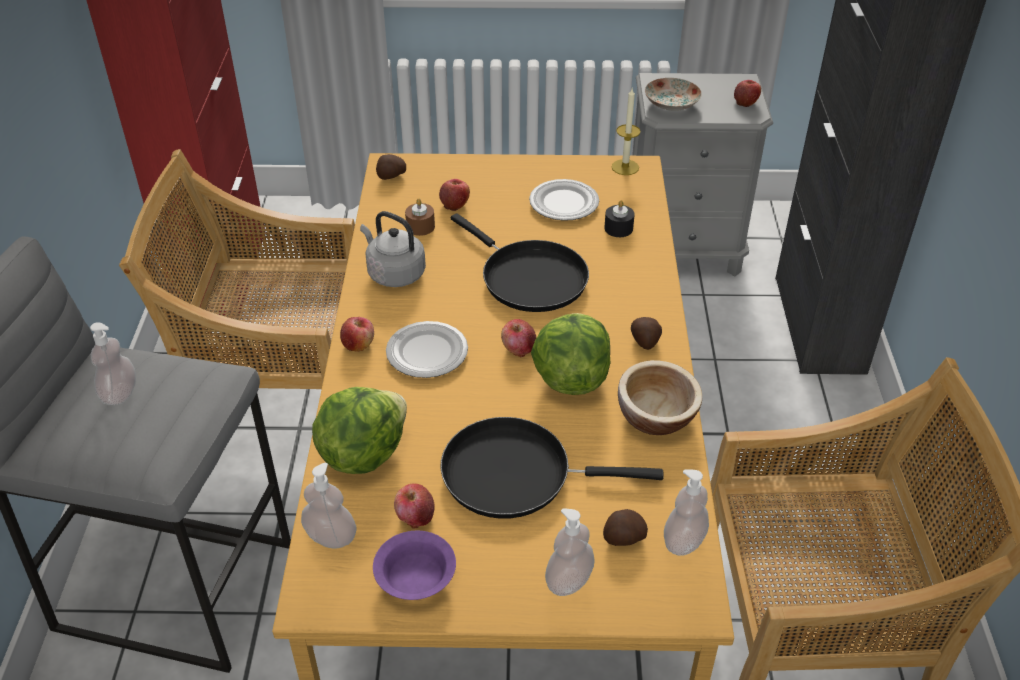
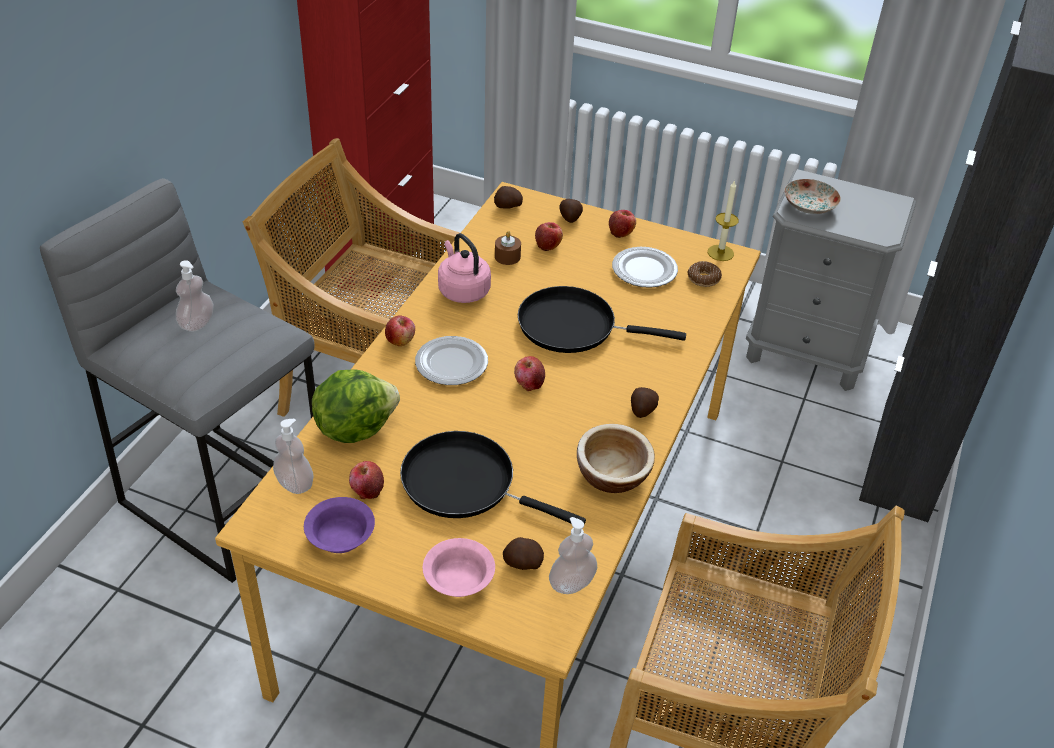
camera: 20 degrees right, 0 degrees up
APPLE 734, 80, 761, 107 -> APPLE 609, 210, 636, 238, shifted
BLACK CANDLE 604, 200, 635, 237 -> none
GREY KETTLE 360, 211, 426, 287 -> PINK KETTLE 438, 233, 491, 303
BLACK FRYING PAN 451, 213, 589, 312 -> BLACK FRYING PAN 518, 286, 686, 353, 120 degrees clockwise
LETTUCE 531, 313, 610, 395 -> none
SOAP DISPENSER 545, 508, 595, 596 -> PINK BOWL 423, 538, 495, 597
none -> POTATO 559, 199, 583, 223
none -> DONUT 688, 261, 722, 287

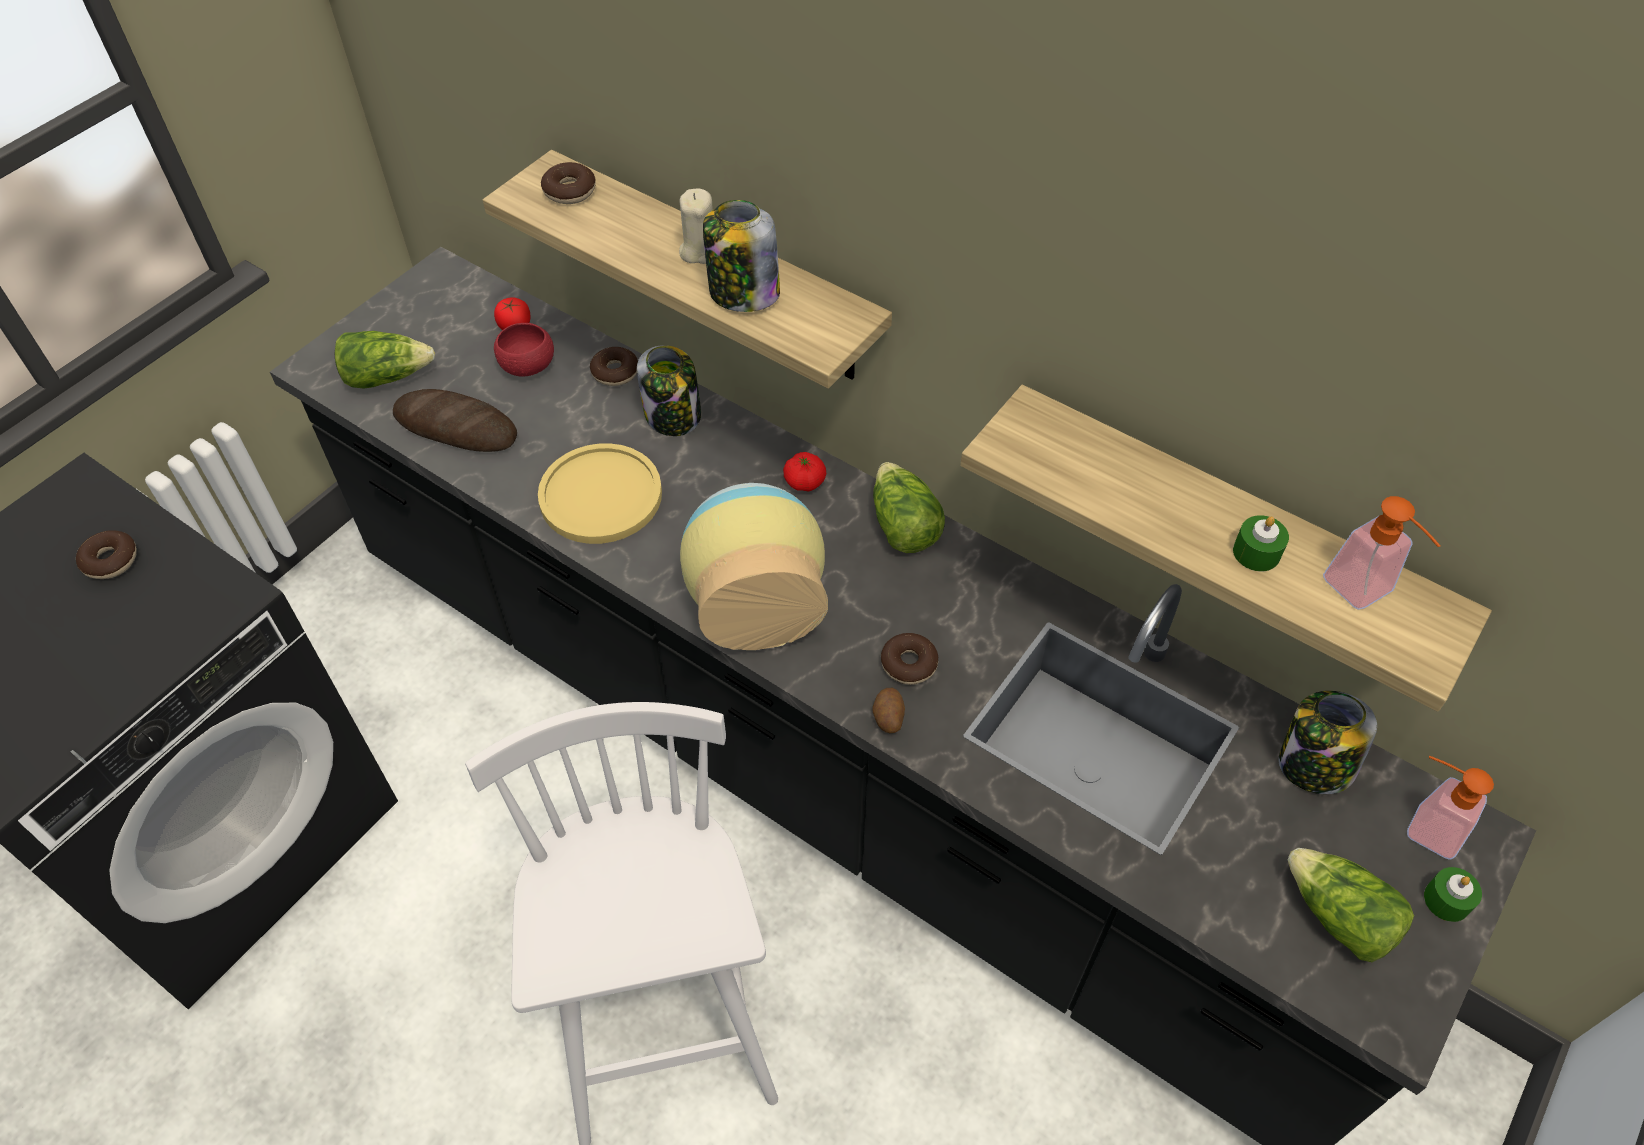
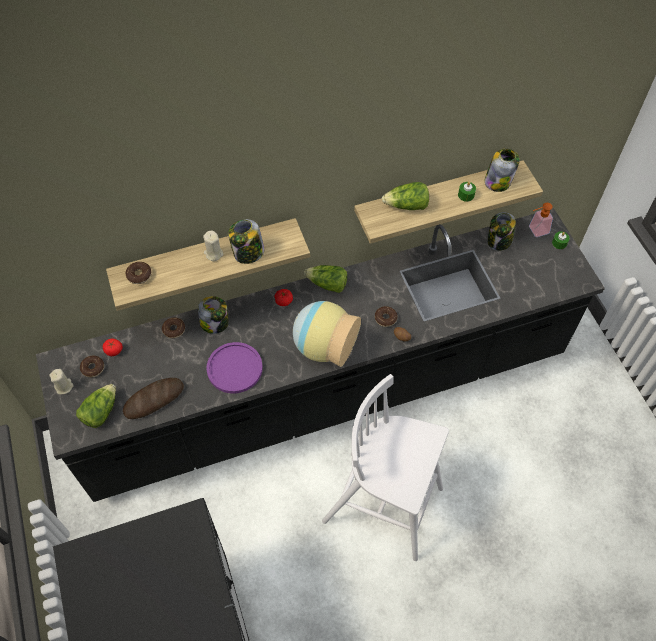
camera: 55 degrees left, 5 degrees up
RED BOWL 494, 323, 554, 377 -> none
YELLOW PLATE 538, 443, 662, 544 -> PURPLE PLATE 206, 342, 263, 393
SOAP DISPENSER 1323, 496, 1441, 610 -> JAR 484, 149, 520, 192
DONUT 76, 530, 137, 579 -> DONUT 80, 356, 104, 378, shifted
LETTUCE 1287, 848, 1414, 962 -> LETTUCE 382, 182, 429, 210, shifted
none -> BEIGE CANDLE 50, 369, 74, 394

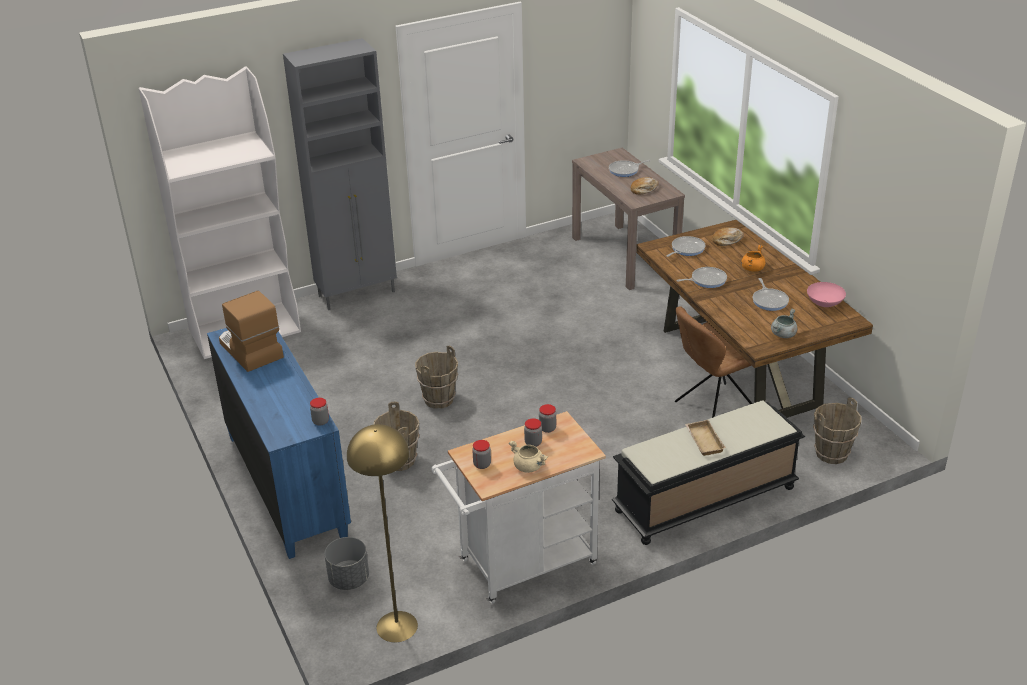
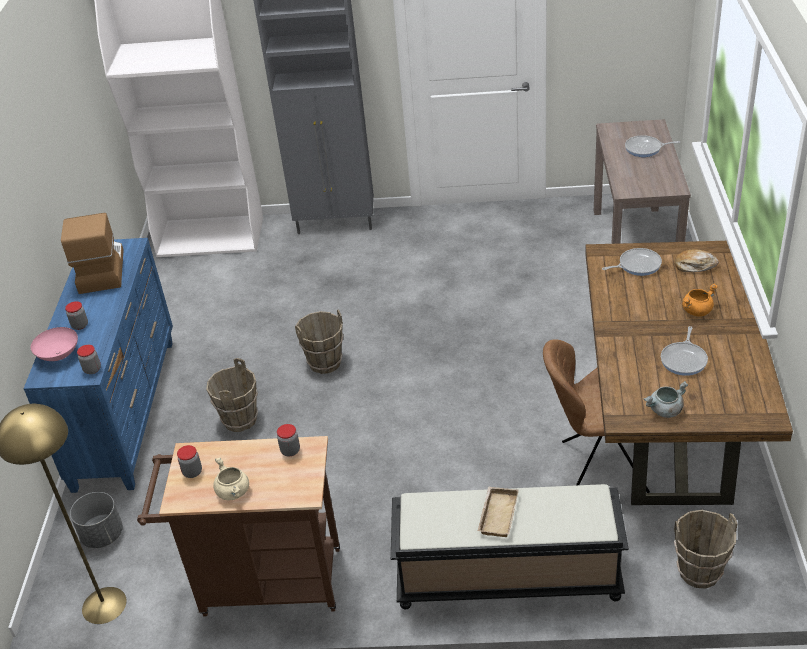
camera: 30 degrees right, 5 degrees up
BREAD 631, 177, 659, 195 -> none
FRYING PAN 676, 267, 727, 288 -> none
PINK BOWL 807, 282, 846, 307 -> PINK BOWL 31, 327, 78, 361, shifted
WHITE CART 431, 411, 606, 604 -> BROWN CART 137, 436, 340, 616
JAR 524, 418, 542, 447 -> JAR 65, 301, 88, 330, shifted

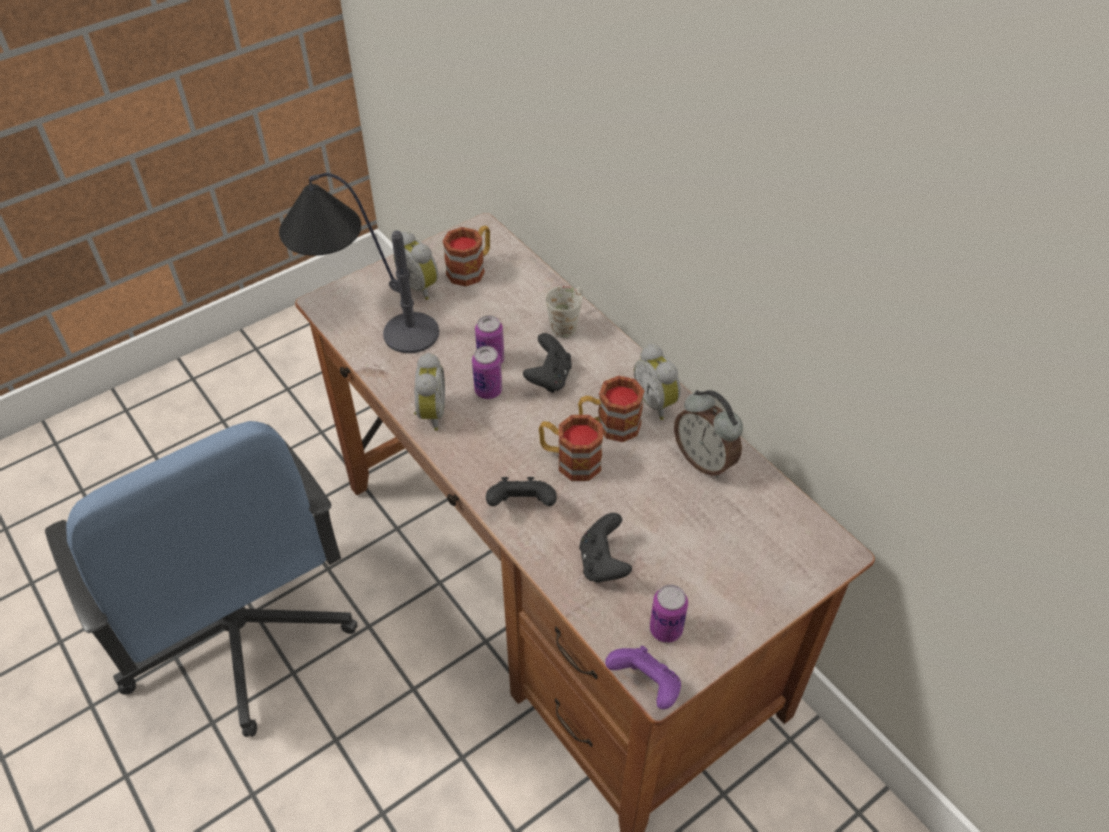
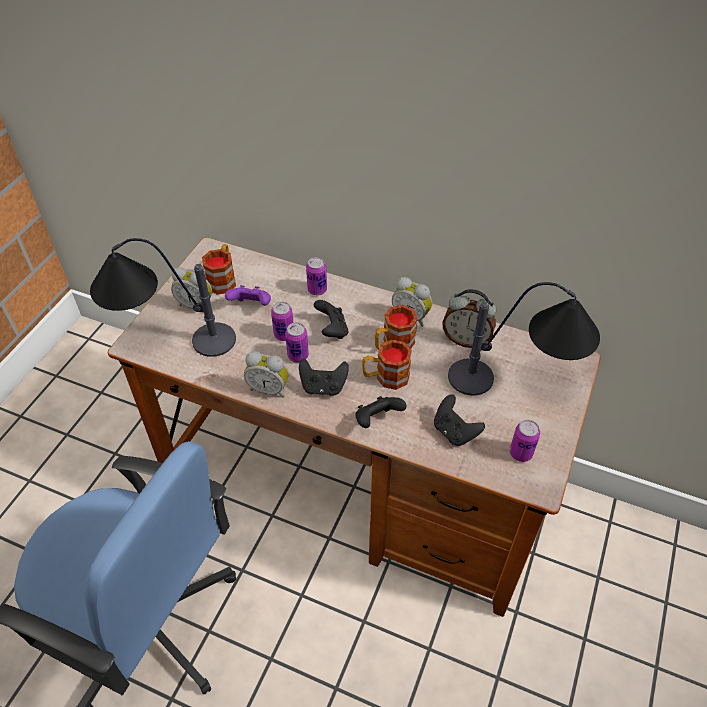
camera: 30 degrees left, 0 degrees up
WHITE MUG 546, 286, 583, 338 -> CAN 306, 257, 327, 295
ALARM CLOCK 414, 353, 445, 431 -> ALARM CLOCK 244, 351, 289, 398, 135 degrees clockwise
PURPLE GAME CONTROLLER 605, 646, 681, 710 -> PURPLE GAME CONTROLLER 225, 285, 271, 306, shifted
none -> TABLE LAMP 448, 282, 600, 396
none -> BLACK GAME CONTROLLER 299, 359, 349, 396

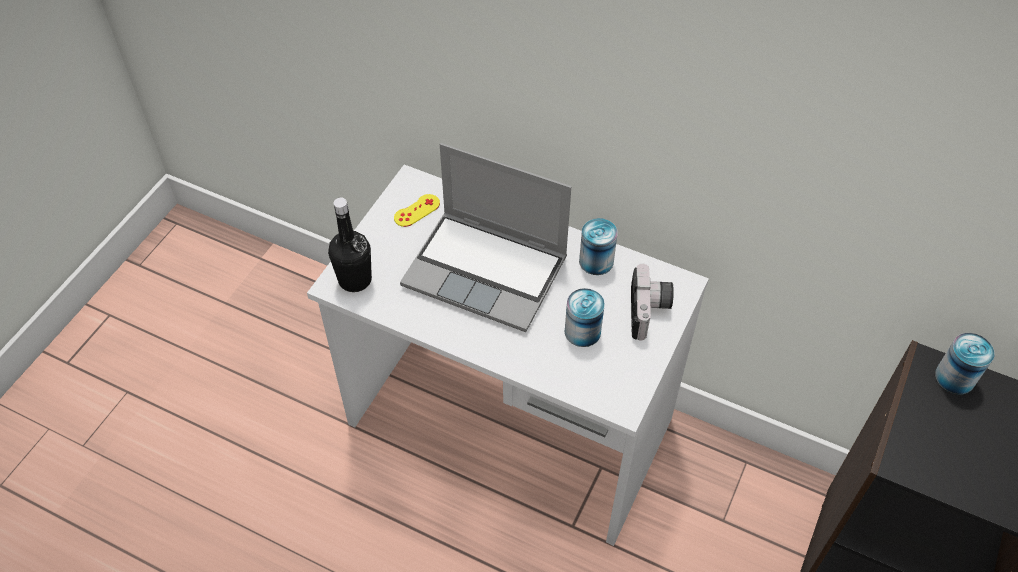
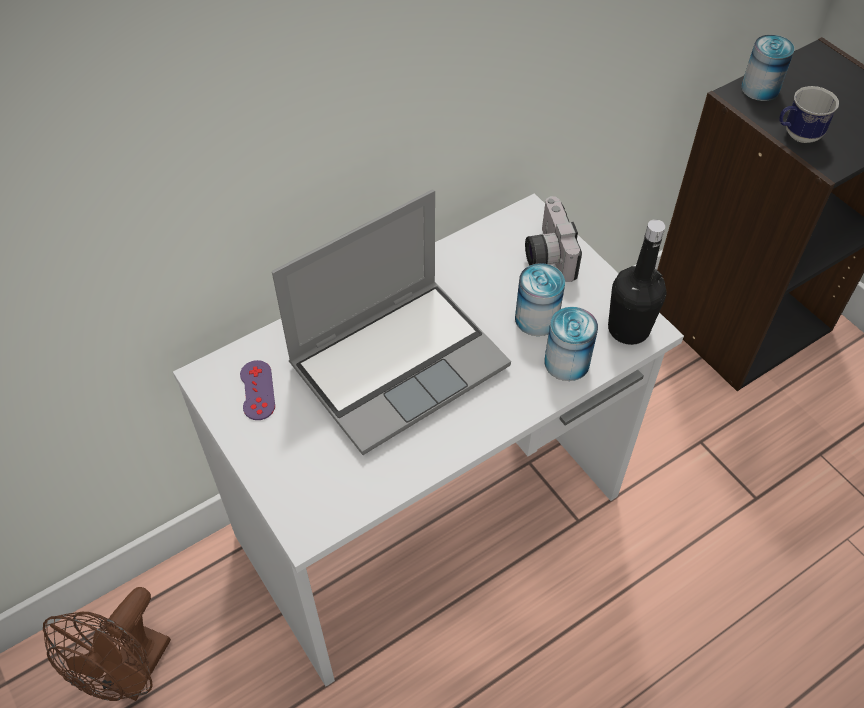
camera: 60 degrees left, 0 degrees up
YELLOW GAME CONTROLLER 394, 194, 440, 227 -> PURPLE GAME CONTROLLER 240, 360, 275, 420
BLACK BOTTLE 328, 198, 372, 292 -> BLACK BOTTLE 608, 219, 667, 345, shifted
CAN 579, 218, 618, 275 -> CAN 544, 307, 598, 381, shifted
PHOTO CAMERA 631, 264, 674, 341 -> PHOTO CAMERA 525, 196, 582, 282, 135 degrees counterclockwise
none -> MUG 779, 86, 839, 143
none -> BROWN FAN 43, 587, 171, 701

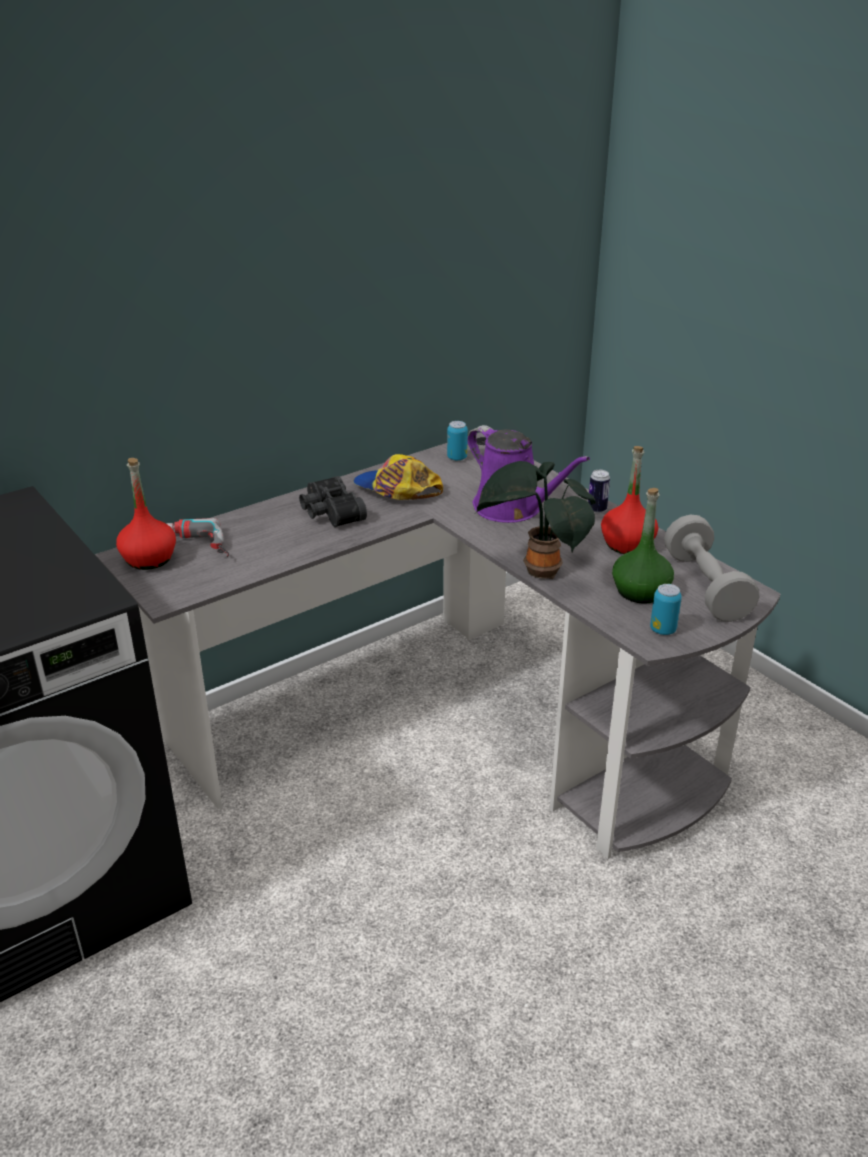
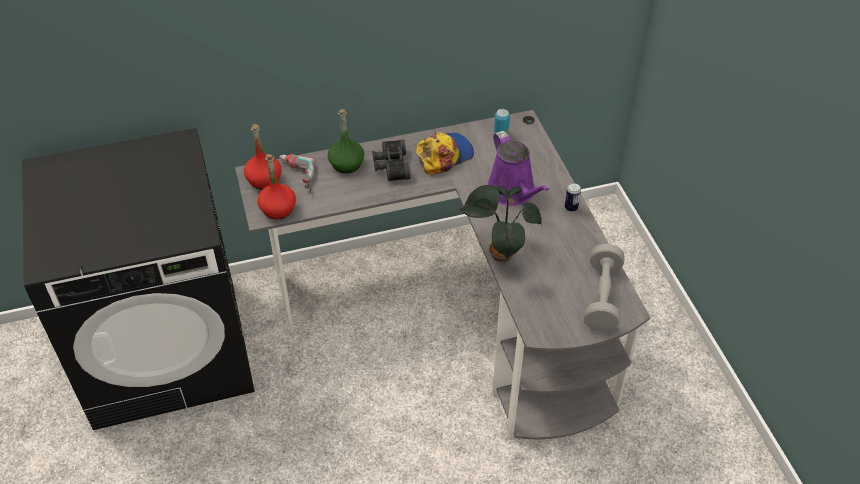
camera: 20 degrees right, 15 degrees up
RED BOTTLE 601, 446, 658, 554 -> RED BOTTLE 257, 154, 296, 220, shifted
CAP 353, 454, 443, 500 -> CAP 416, 132, 474, 175, 90 degrees clockwise
GREEN BOTTLE 612, 488, 674, 603 -> GREEN BOTTLE 328, 109, 364, 173, shifted
CAN 650, 584, 682, 635 -> none

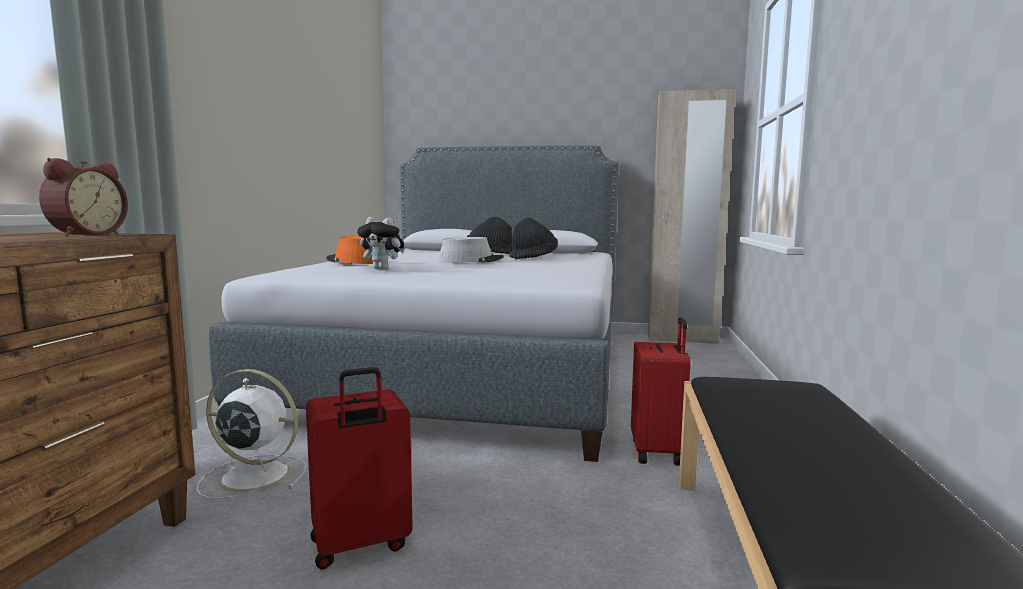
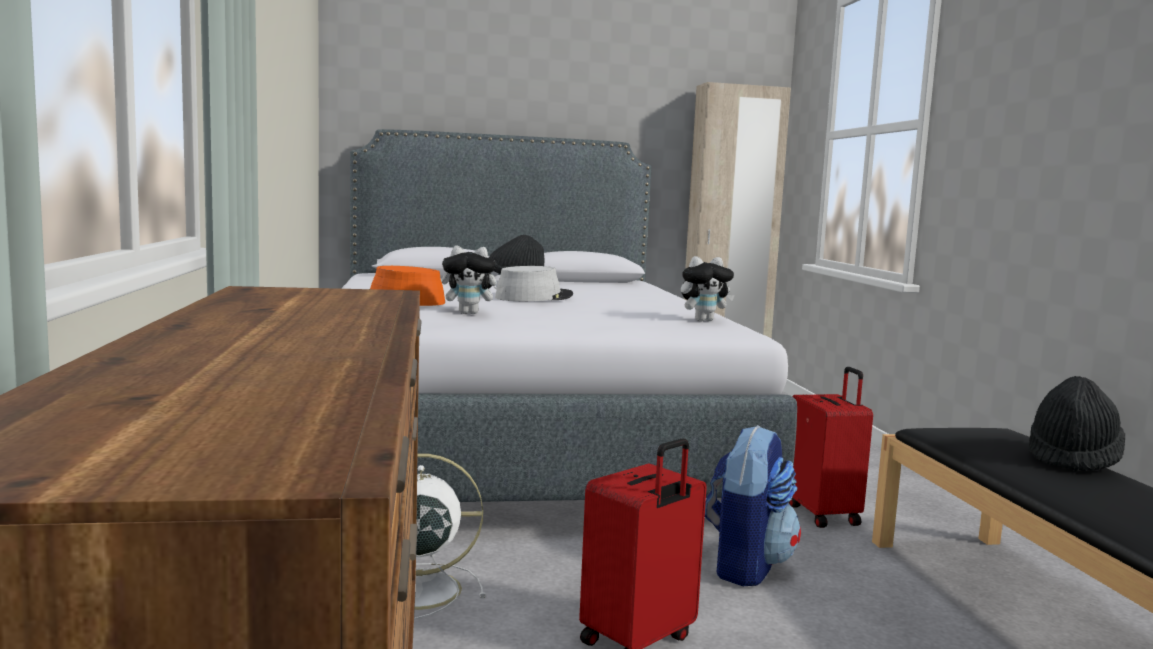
camera: 20 degrees left, 0 degrees up
ALARM CLOCK 39, 158, 128, 236 -> none
BLACK HAT 509, 218, 558, 259 -> BLACK HAT 1029, 376, 1125, 472, shifted
none -> PLUSH TOY 681, 256, 735, 322
none -> BACKPACK 705, 425, 801, 586

